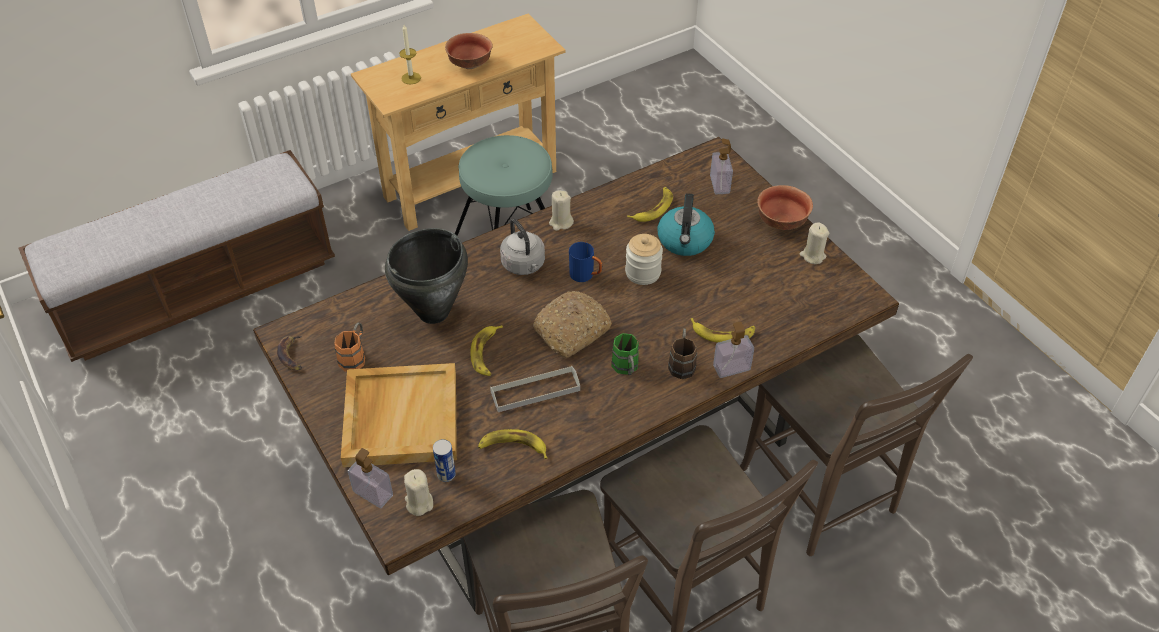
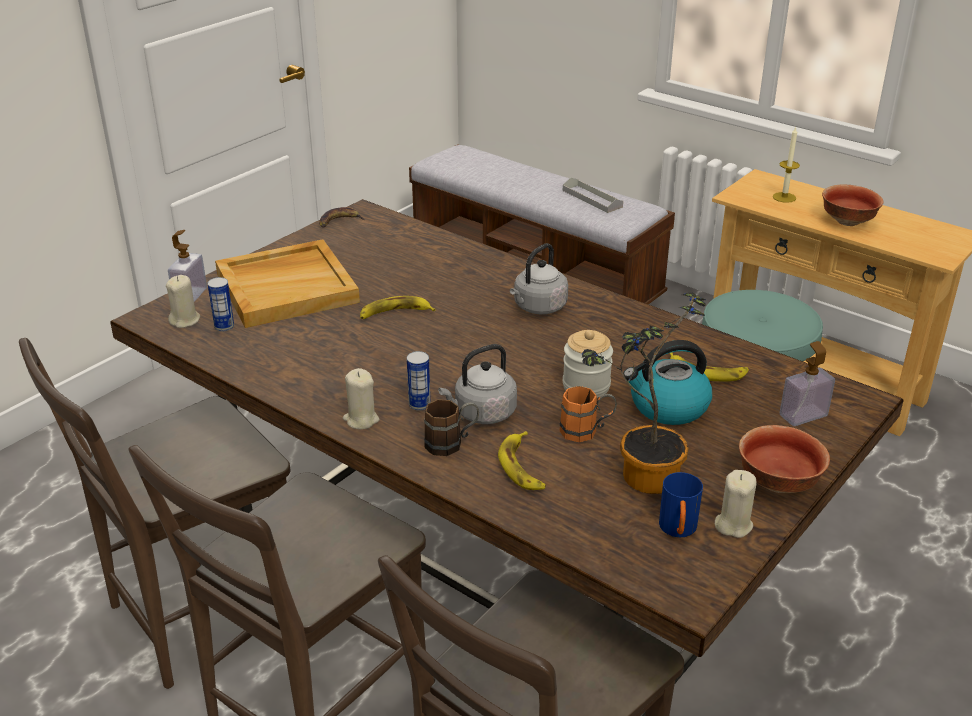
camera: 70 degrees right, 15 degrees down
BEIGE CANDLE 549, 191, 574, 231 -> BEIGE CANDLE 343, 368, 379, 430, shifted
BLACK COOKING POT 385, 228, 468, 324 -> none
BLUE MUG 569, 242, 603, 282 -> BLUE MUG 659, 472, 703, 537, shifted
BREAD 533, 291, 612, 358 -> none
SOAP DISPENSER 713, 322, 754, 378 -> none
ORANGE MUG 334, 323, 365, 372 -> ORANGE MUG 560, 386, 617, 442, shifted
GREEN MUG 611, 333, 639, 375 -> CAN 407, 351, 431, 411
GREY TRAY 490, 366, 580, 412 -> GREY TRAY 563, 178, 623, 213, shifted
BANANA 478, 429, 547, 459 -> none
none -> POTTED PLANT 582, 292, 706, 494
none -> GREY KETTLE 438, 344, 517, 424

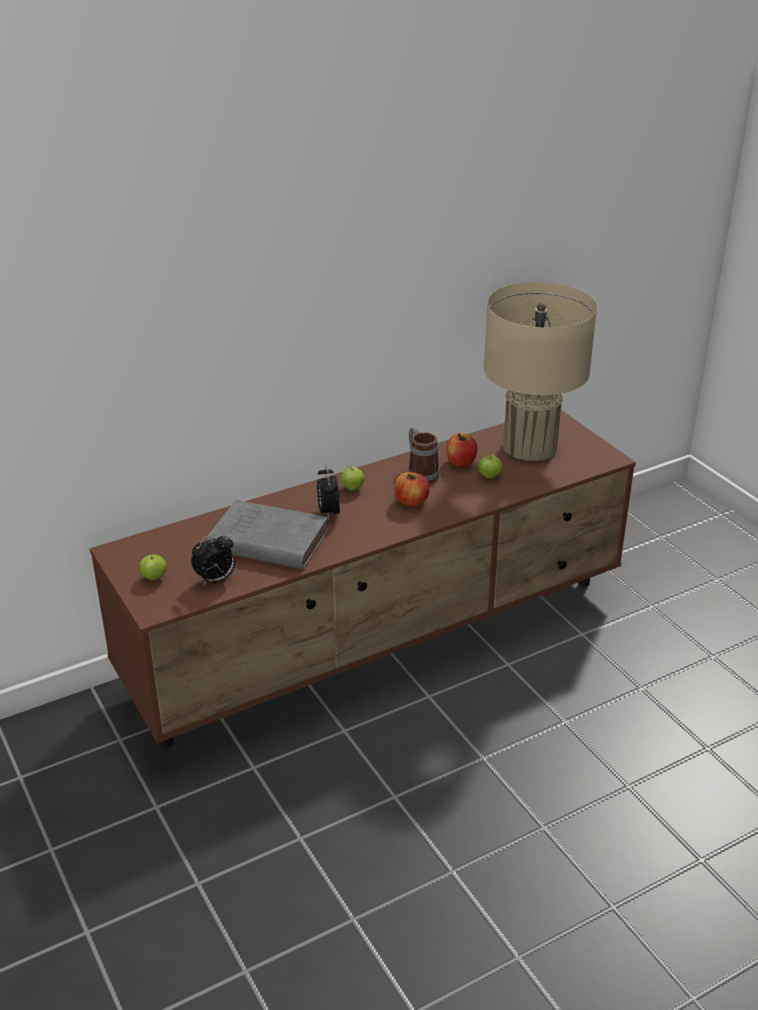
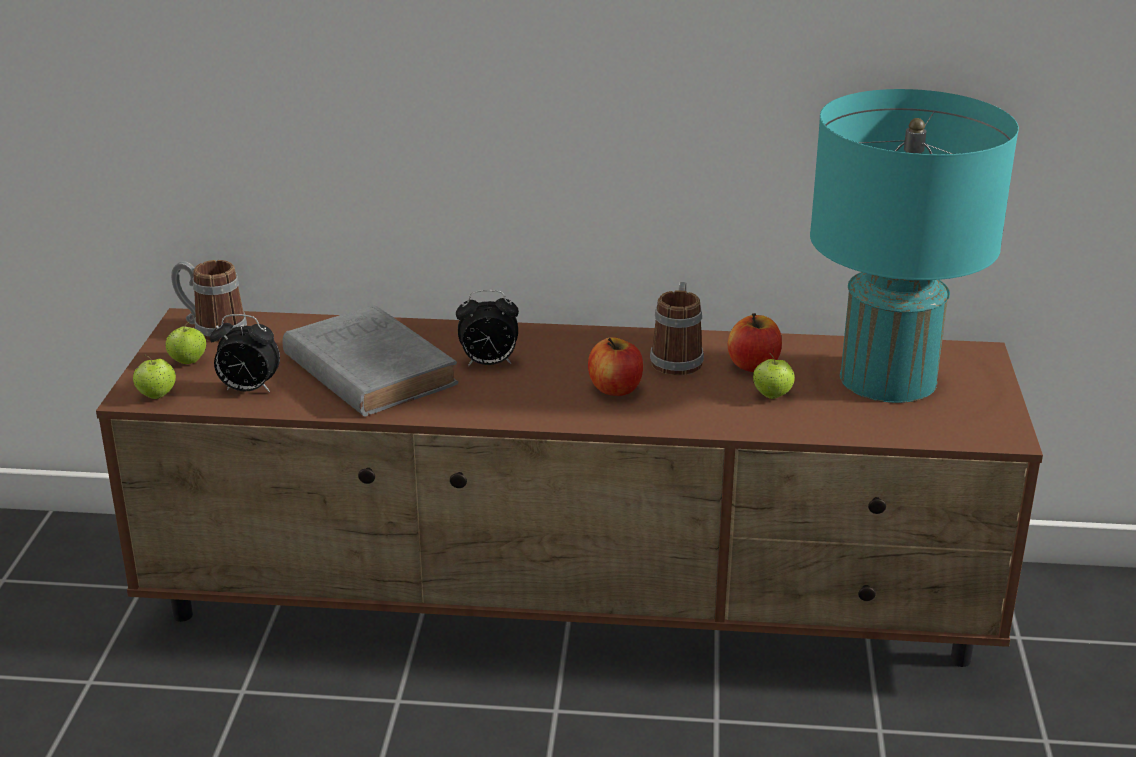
camera: 35 degrees right, 5 degrees down
BEIGE TABLE LAMP 484, 282, 597, 461 -> TURQUOISE TABLE LAMP 810, 89, 1019, 403
ALARM CLOCK 317, 465, 340, 520 -> ALARM CLOCK 456, 290, 519, 366, 120 degrees counterclockwise
APPLE 340, 466, 365, 490 -> APPLE 133, 355, 176, 399, shifted
none -> MUG 171, 260, 247, 341

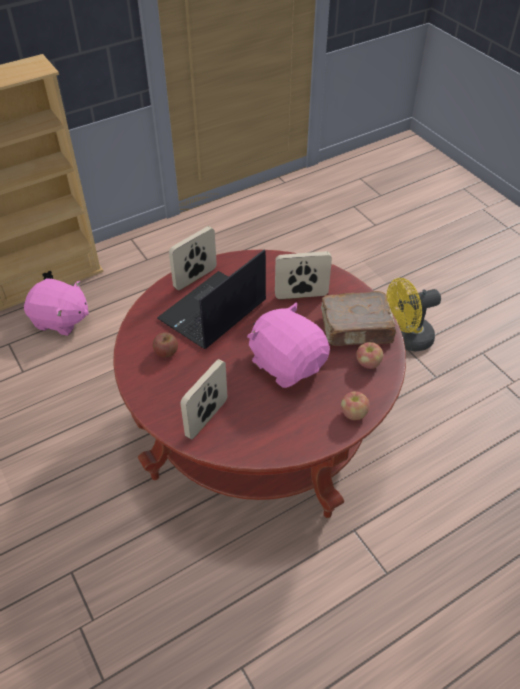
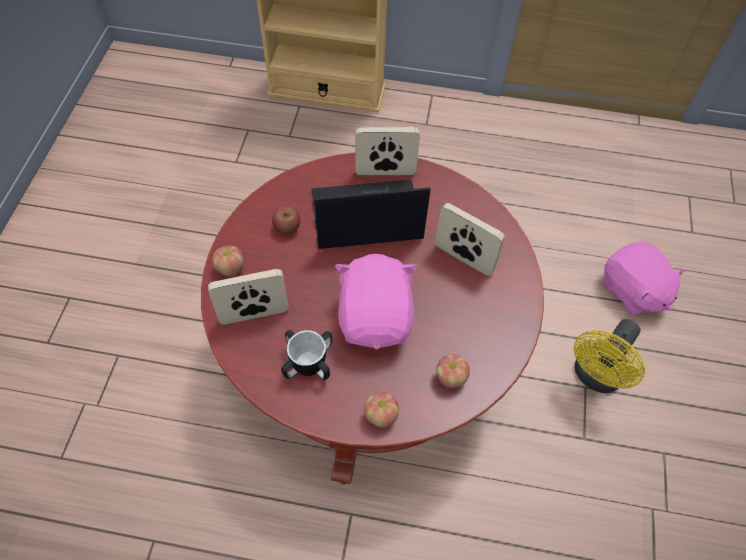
camera: 40 degrees right, 10 degrees up
PINK PLUSH TOY 24, 278, 89, 336 -> PINK PLUSH TOY 604, 242, 686, 316, shifted
YELLOW FAN 386, 278, 441, 352 -> YELLOW FAN 574, 319, 645, 393, 75 degrees counterclockwise
BROWN BOOK 321, 291, 397, 346 -> none
none -> APPLE 212, 245, 244, 276
none -> MUG 281, 330, 332, 380

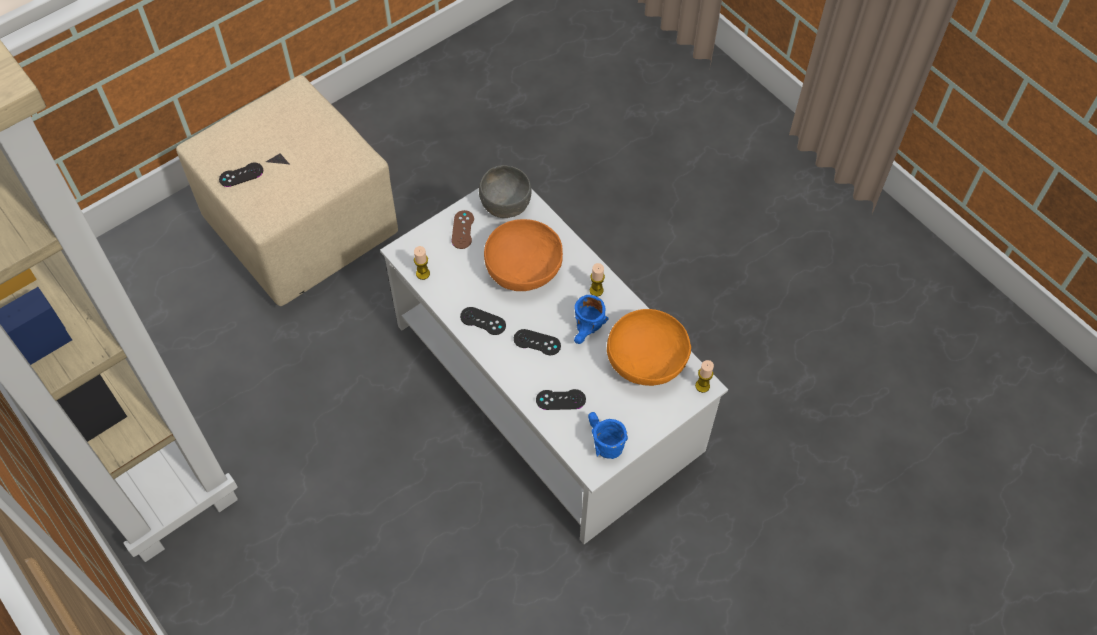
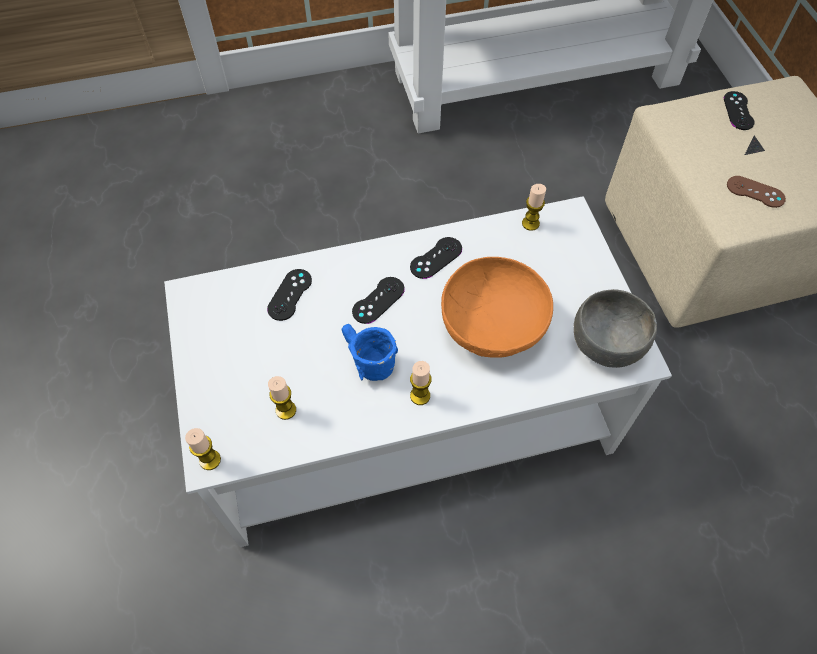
camera: 115 degrees right, 0 degrees up
BROWN GAME CONTROLLER 452, 210, 474, 249 -> BROWN GAME CONTROLLER 727, 176, 786, 208, shifted
ORANGE BOWL 607, 309, 691, 386 -> CANDLE 268, 376, 296, 420
BLUE MUG 588, 412, 628, 459 -> none

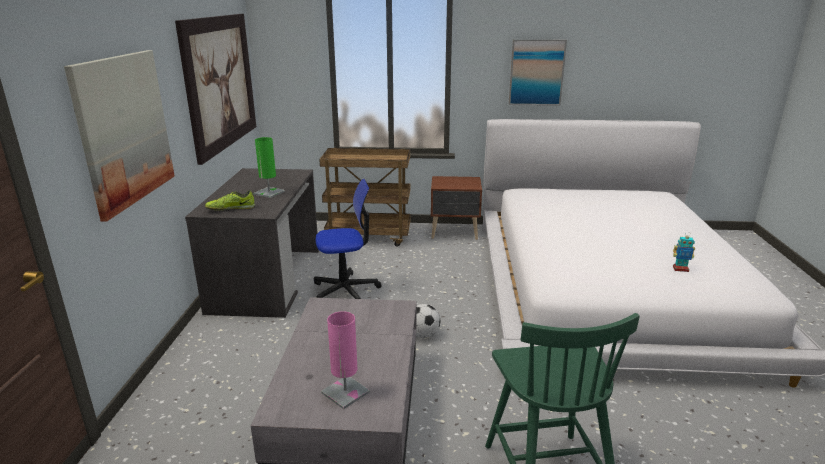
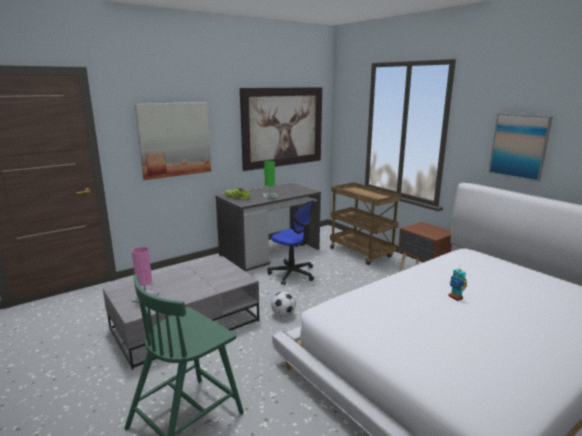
camera: 50 degrees right, 5 degrees down
TOY ROBOT 673, 236, 695, 272 -> TOY ROBOT 448, 269, 467, 301, shifted

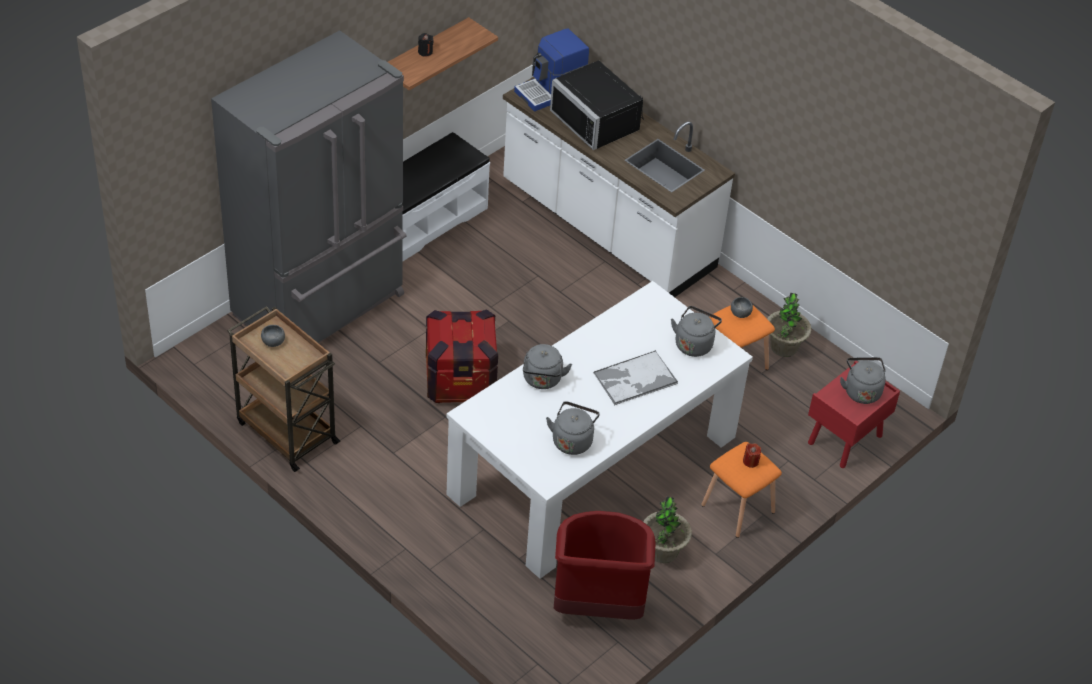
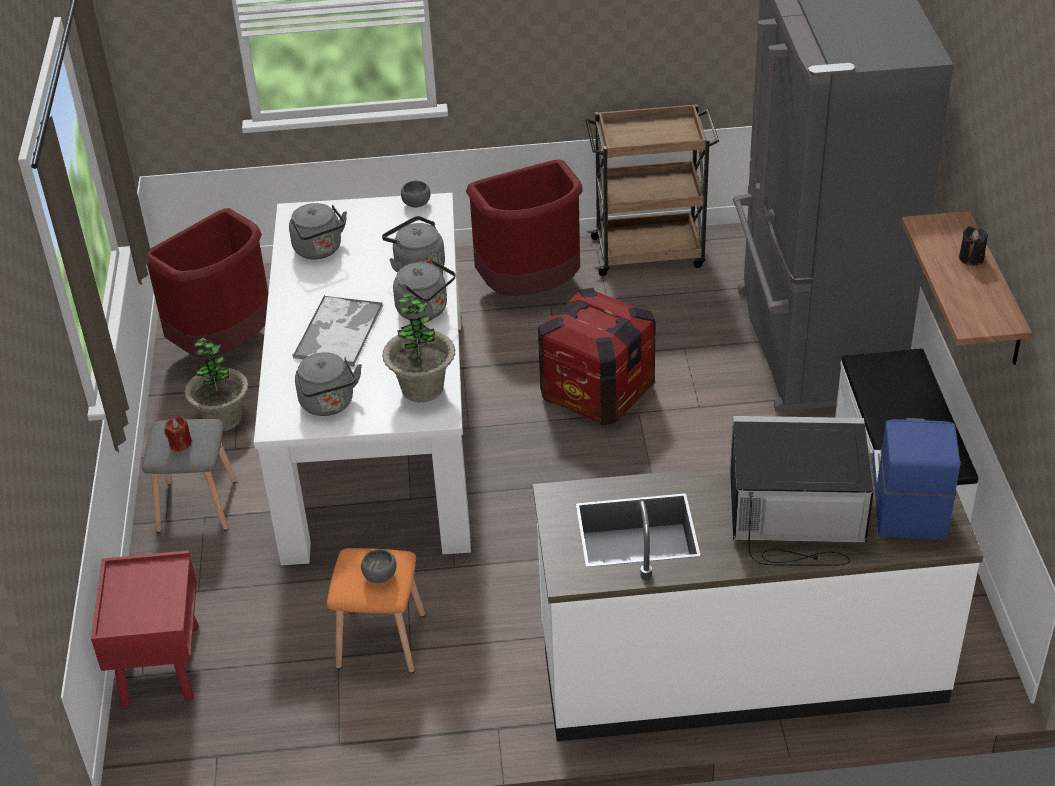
camera: 135 degrees right, 5 degrees down
POTTED PLANT 767, 293, 811, 357 -> POTTED PLANT 382, 293, 456, 402, shifted
GREY BOWL 261, 325, 285, 347 -> GREY BOWL 401, 181, 430, 208, shifted
GREY KETTLE 840, 357, 886, 404 -> GREY KETTLE 393, 260, 455, 320, shifted
ORANGE STOOL 701, 442, 782, 538 -> GREY STOOL 142, 419, 237, 533
none -> RED TRASH CAN 466, 160, 582, 296

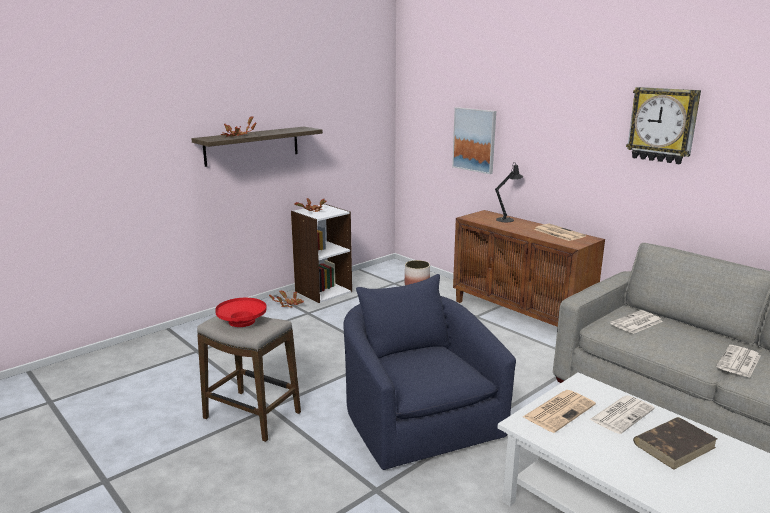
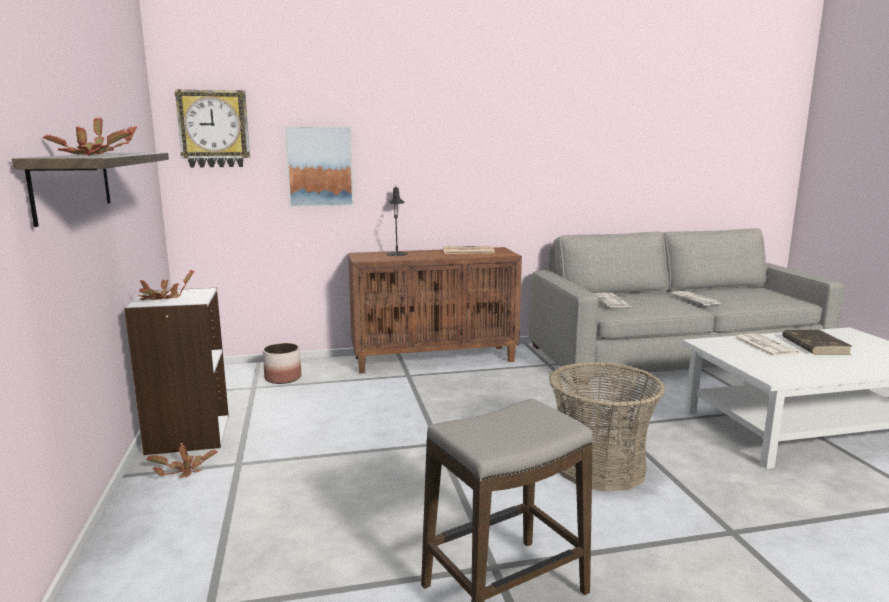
camera: 60 degrees left, 5 degrees down
WALL CLOCK 626, 87, 701, 164 -> WALL CLOCK 174, 89, 250, 168, shifted
BLUE ARMCHAIR 344, 274, 516, 470 -> BASKET 549, 362, 665, 492
RED BOWL 215, 298, 266, 327 -> none
NEWSPAPER 523, 390, 596, 433 -> none

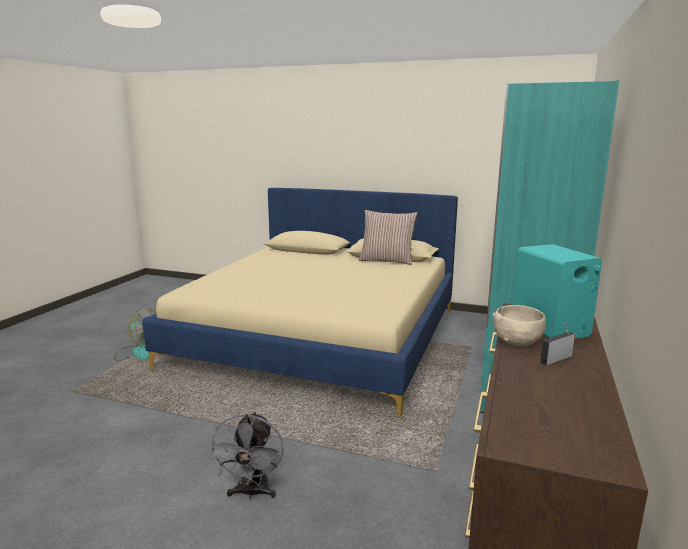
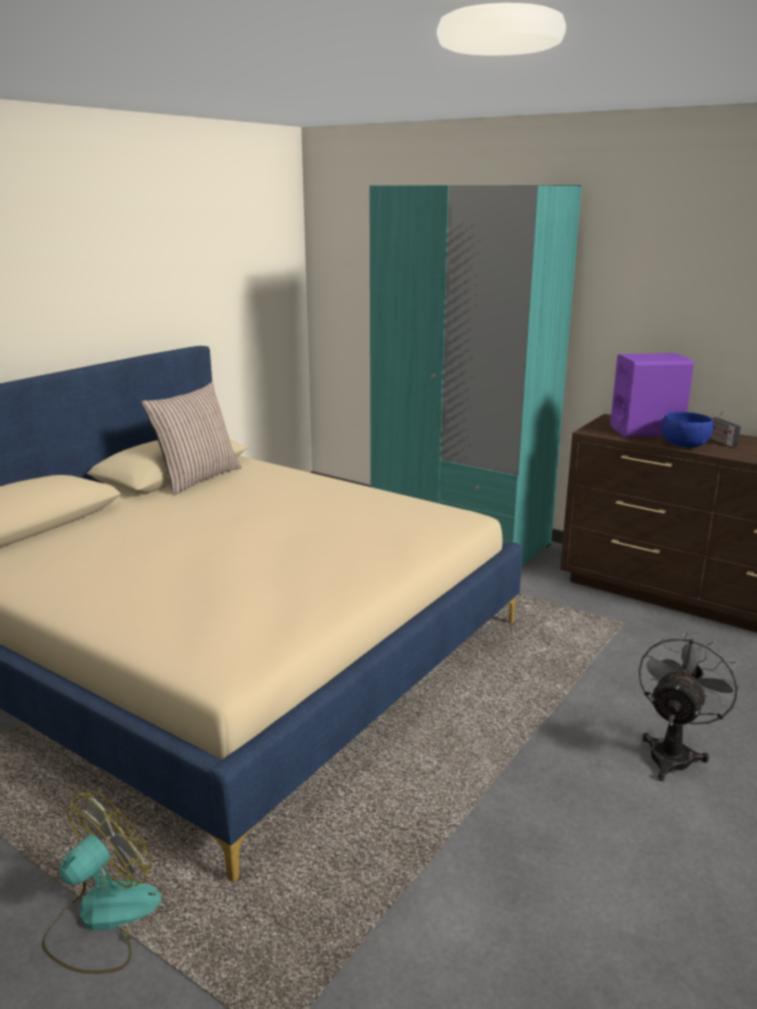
camera: 75 degrees left, 5 degrees up
TURQUOISE SPEAKER 513, 244, 602, 338 -> PURPLE SPEAKER 610, 353, 694, 437
BEIGE BOWL 492, 305, 546, 346 -> BLUE BOWL 661, 412, 713, 448
GREY FAN 208, 412, 284, 499 -> GREY FAN 638, 630, 740, 781, 75 degrees counterclockwise

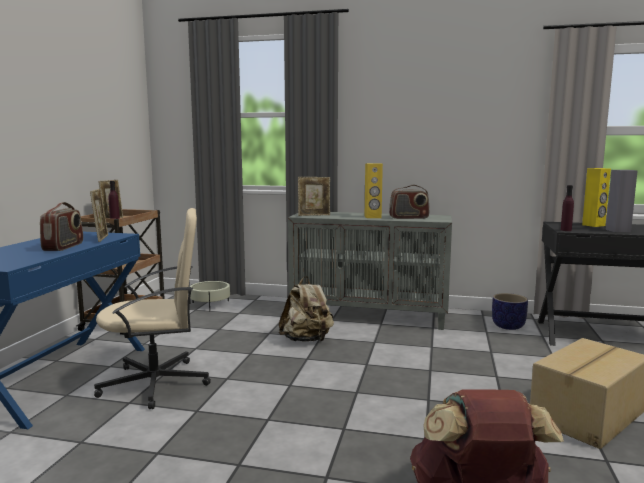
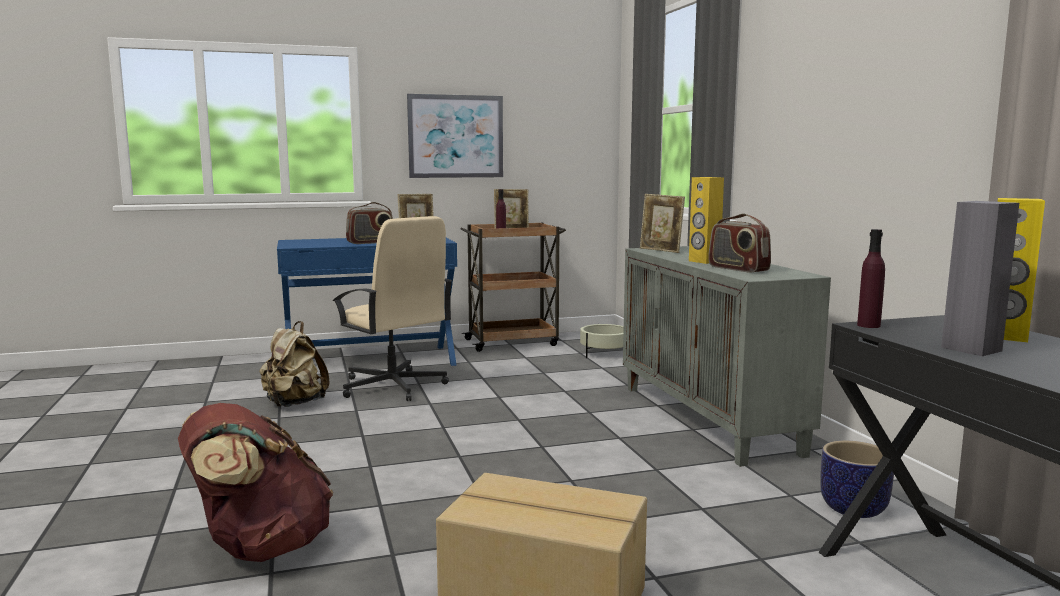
camera: 60 degrees right, 0 degrees up
BEIGE BACKPACK 279, 276, 334, 342 -> BEIGE BACKPACK 259, 321, 329, 407, shifted
none -> PICTURE 407, 94, 503, 178

